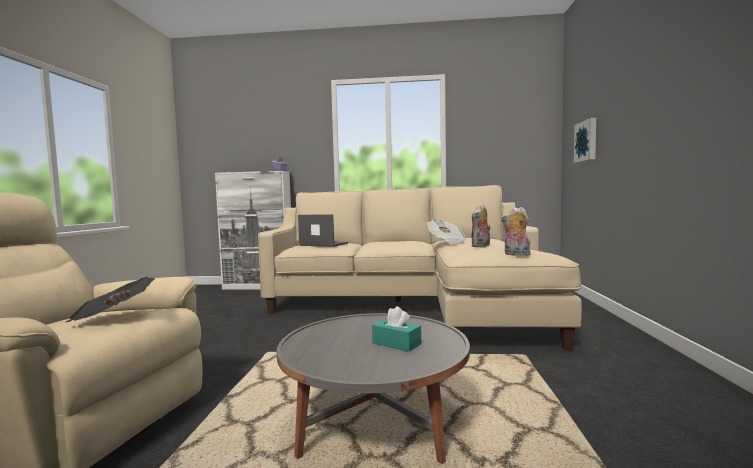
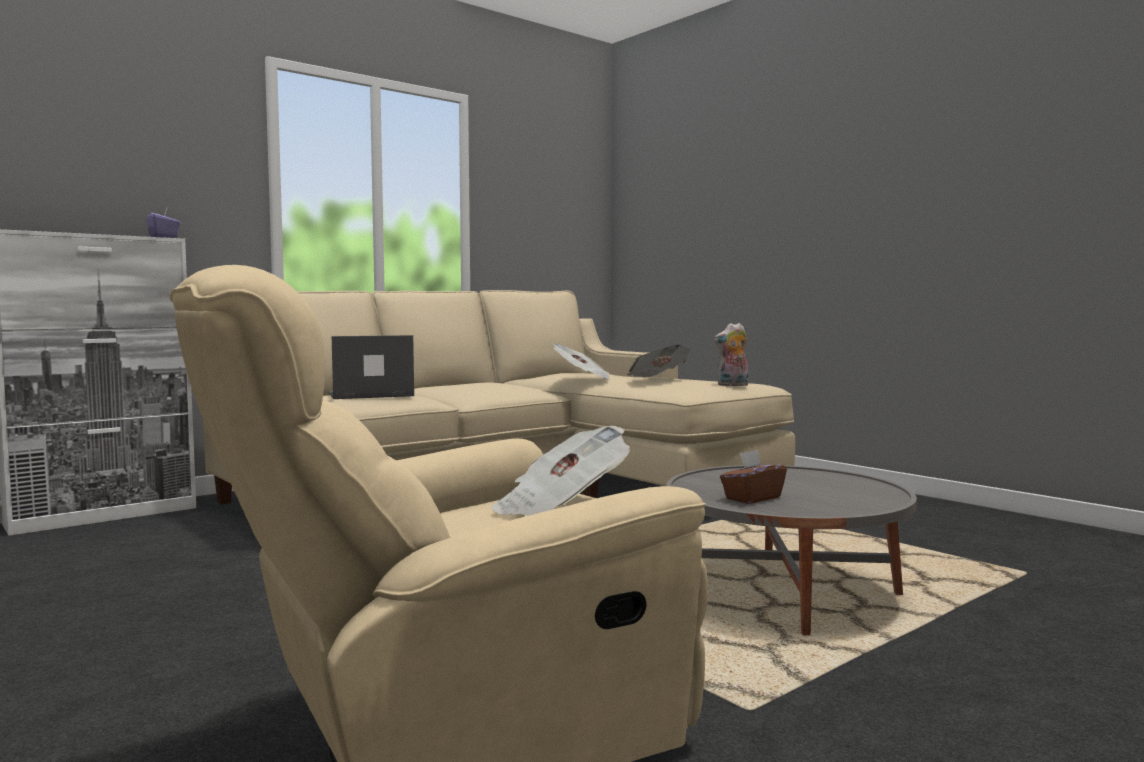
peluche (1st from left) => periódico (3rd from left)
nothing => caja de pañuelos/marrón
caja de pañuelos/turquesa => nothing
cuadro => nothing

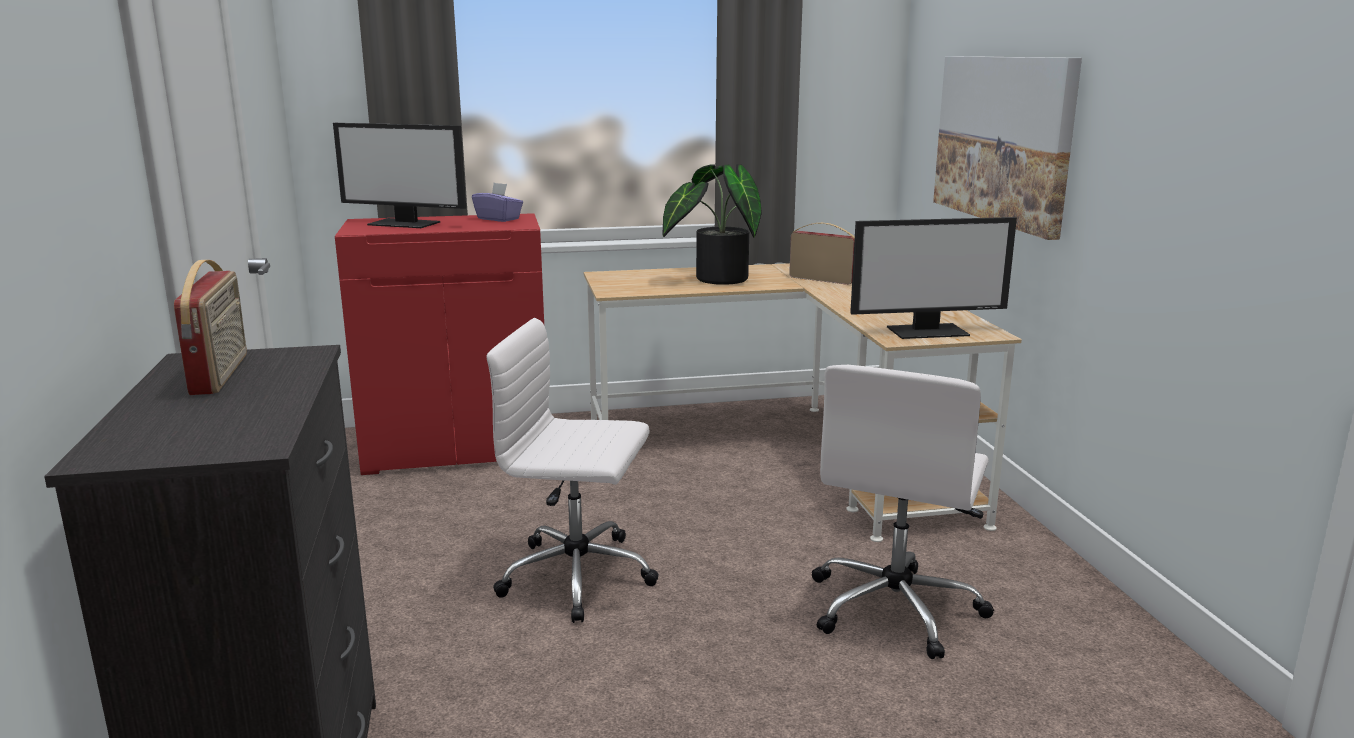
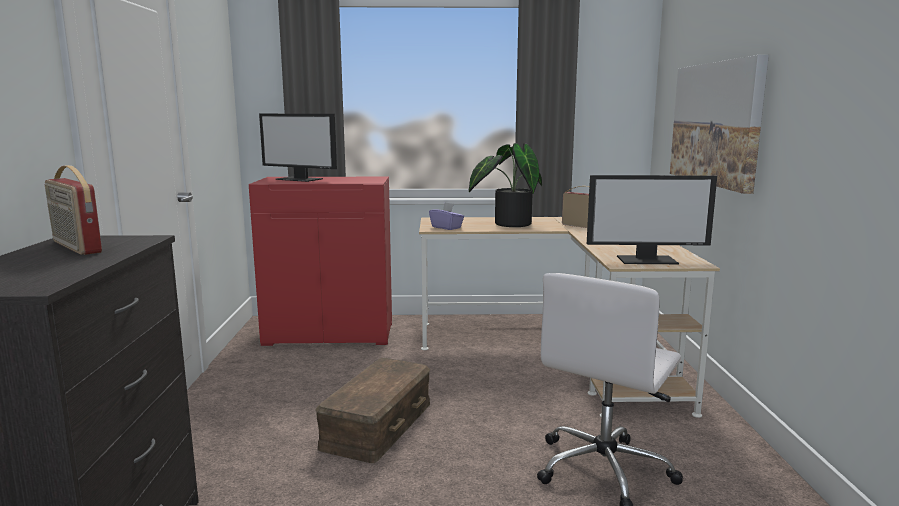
radio (1st from left), 135 degrees clockwise
silla de oficina/blanco (1st from left) => caja de almacenaje/marrón
caja de pañuelos/morado, moved

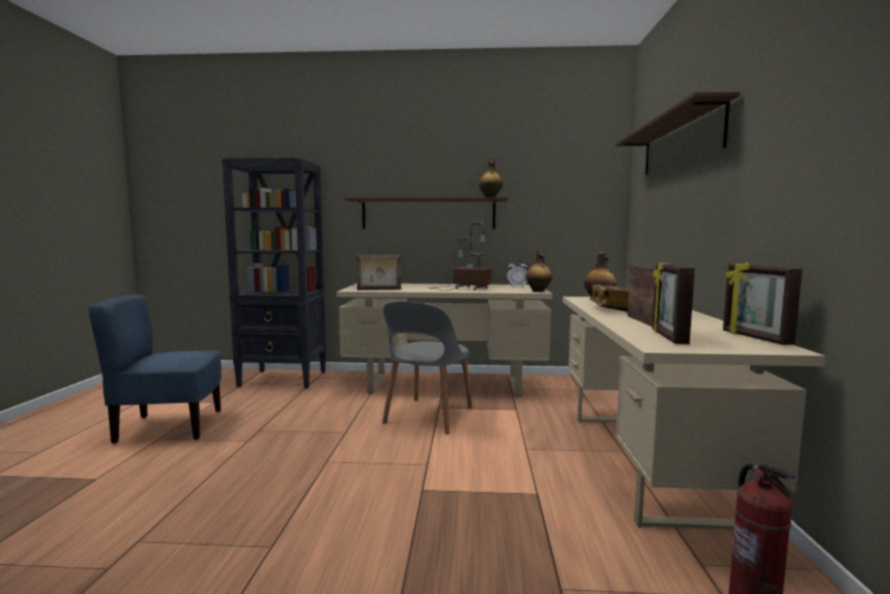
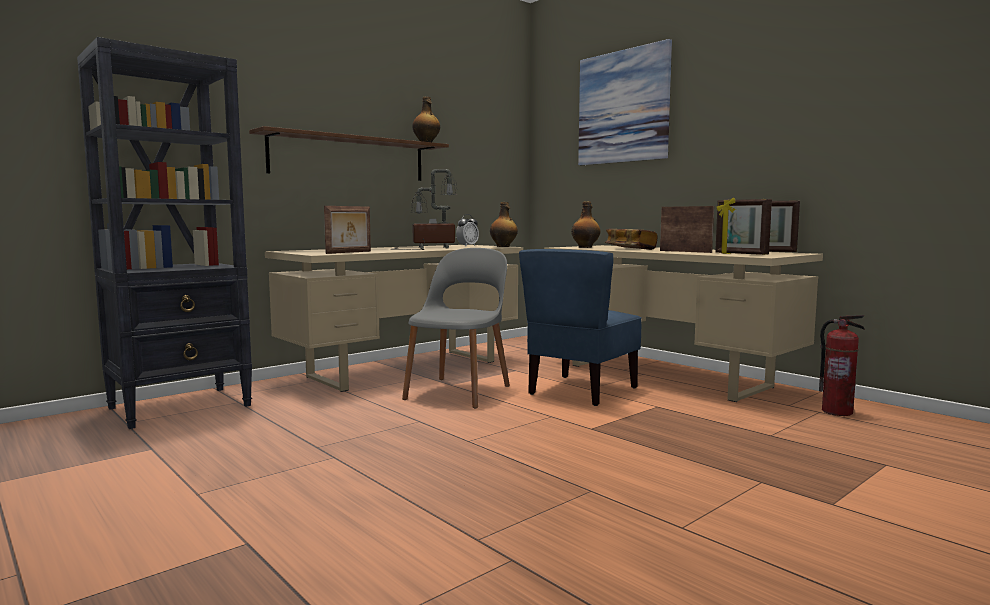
silla/gris, 135 degrees counterclockwise
silla/azul, moved
estante/marrón (2nd from left) => cuadro

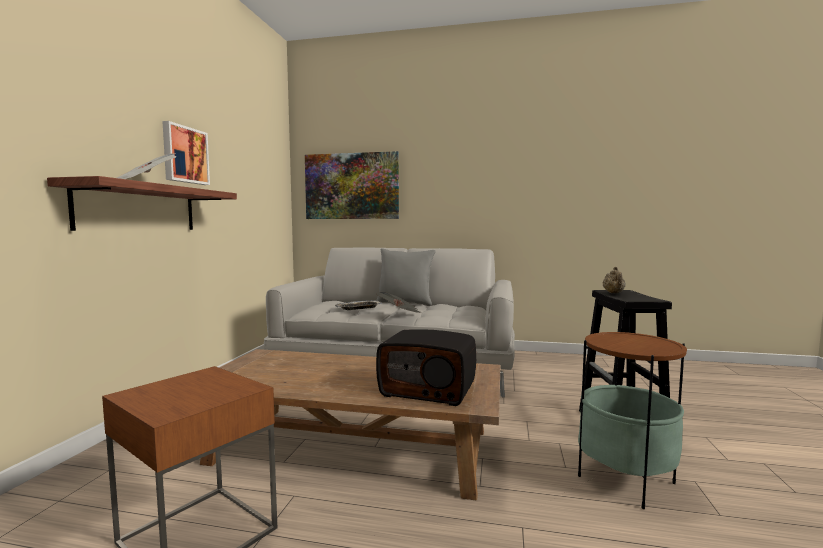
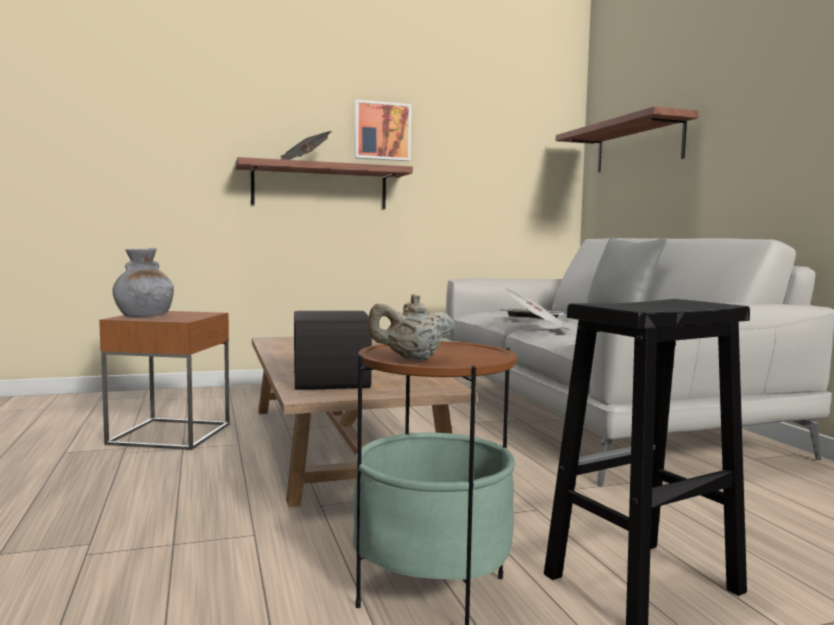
nothing => florero/gris
tetera/beis, moved
cuadro (2nd from left) => estante (2nd from left)

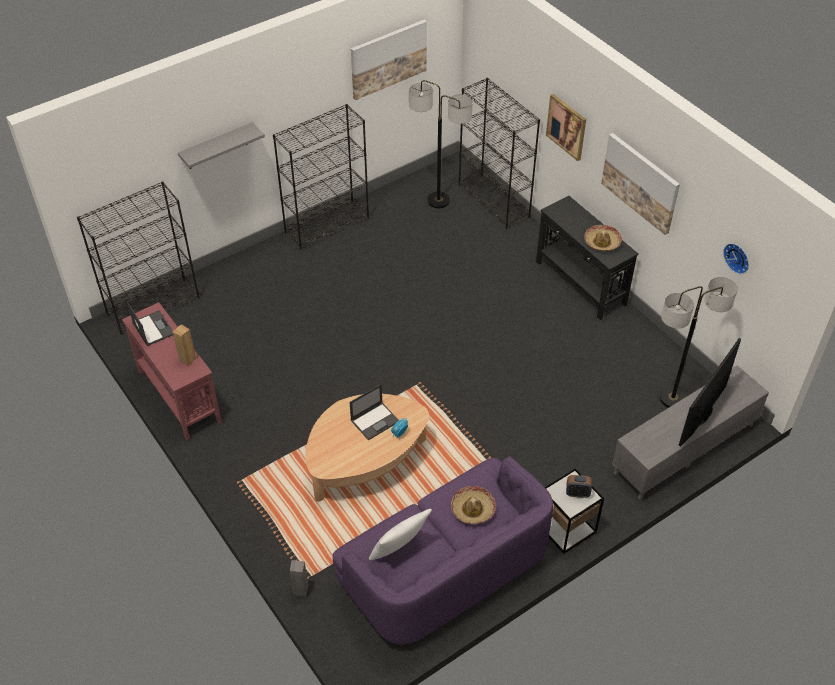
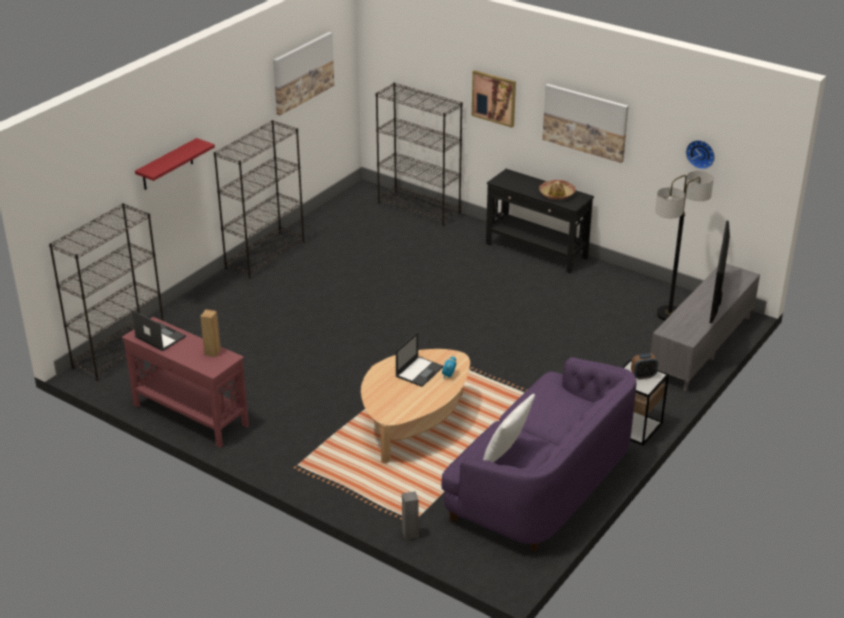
estante/gris => estante/rojo
lámpara de pie (1st from left) => nothing
sombrero (1st from left) => nothing

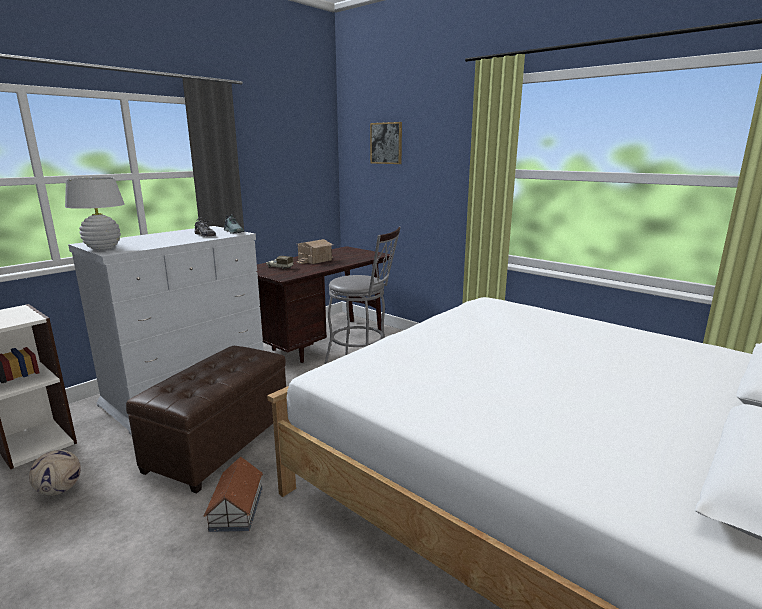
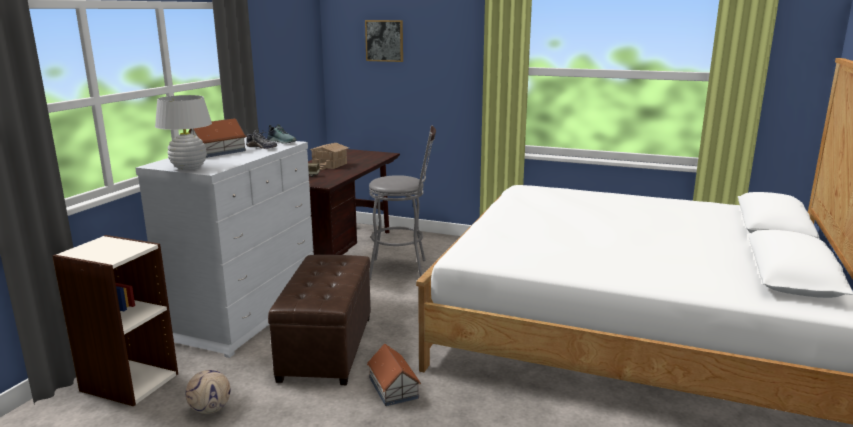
nothing => casita (1st from left)

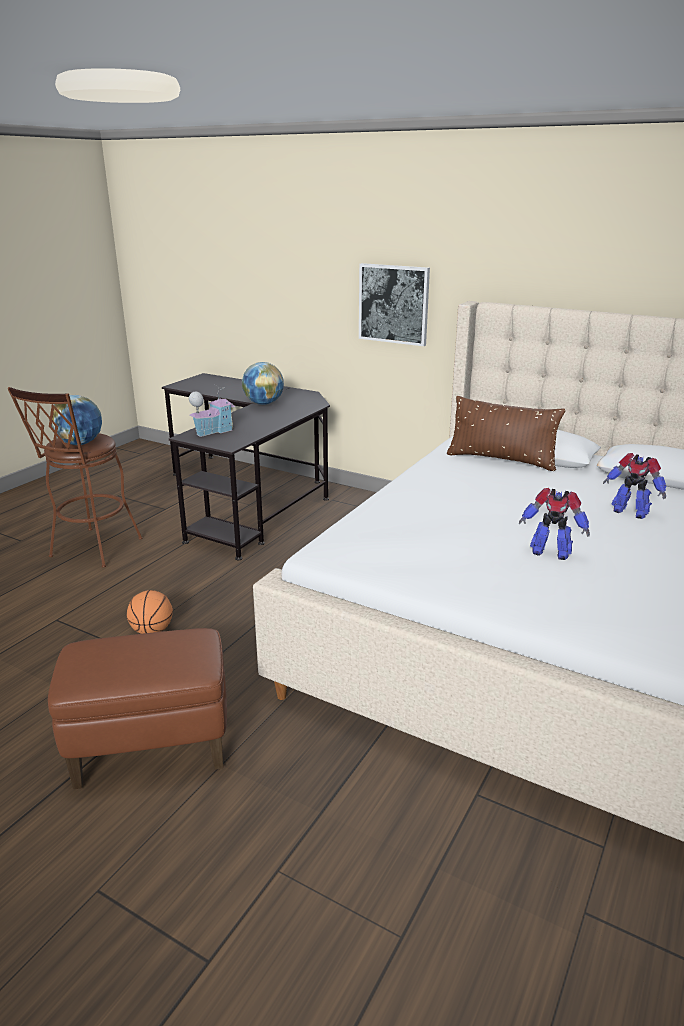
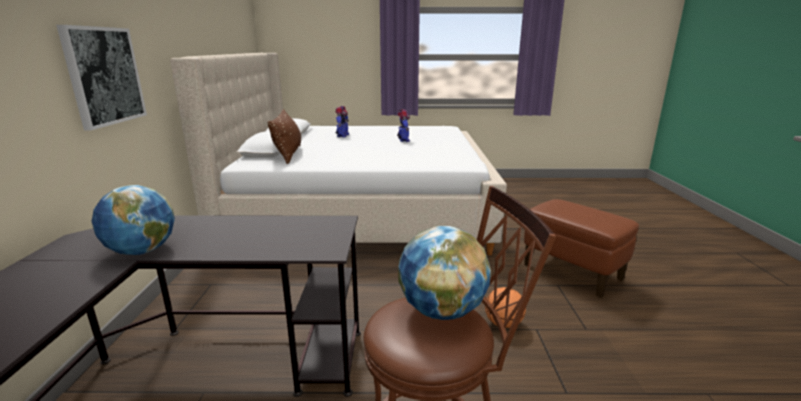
casita => nothing

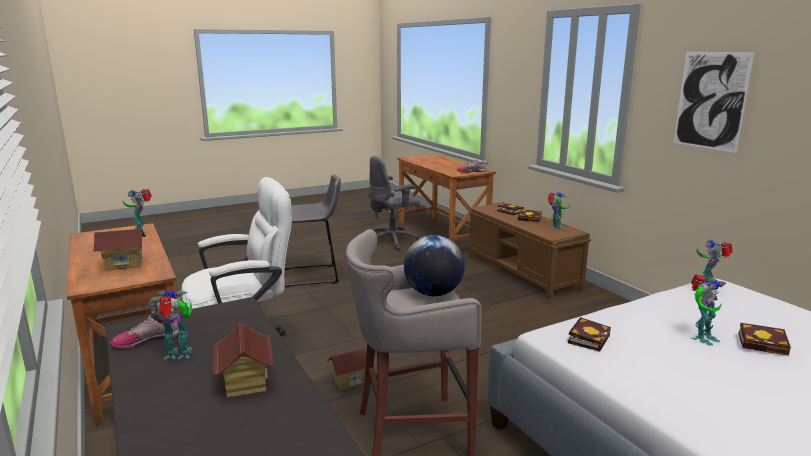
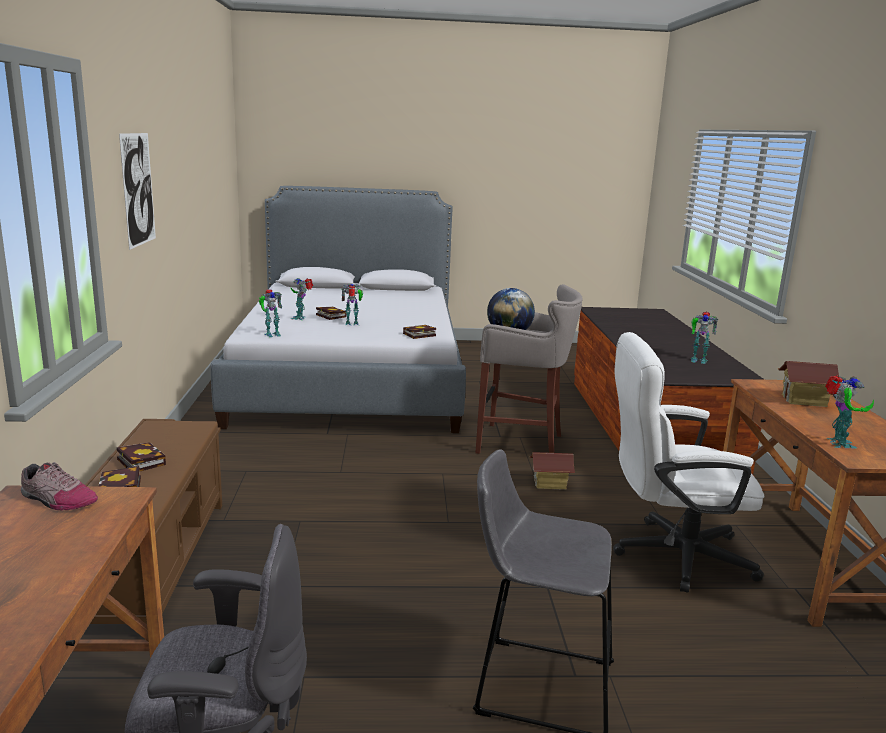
robot de juguete (3rd from left in the first image) => robot de juguete (2nd from left), moved
zapato (1st from left) => nothing
casita (2nd from left) => nothing

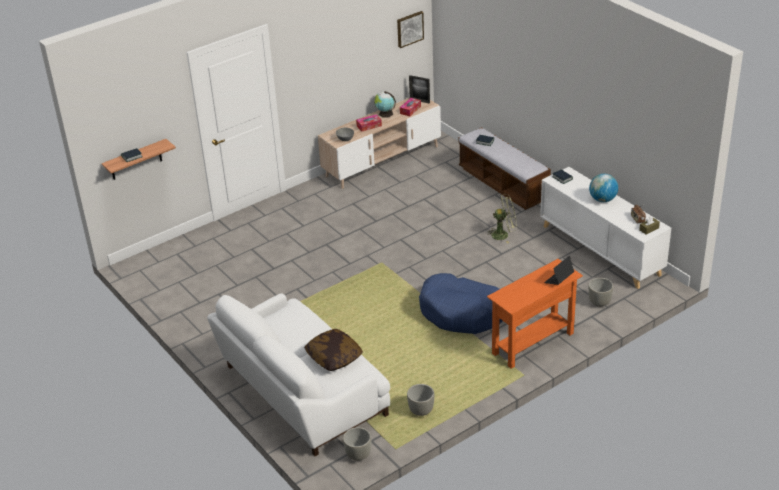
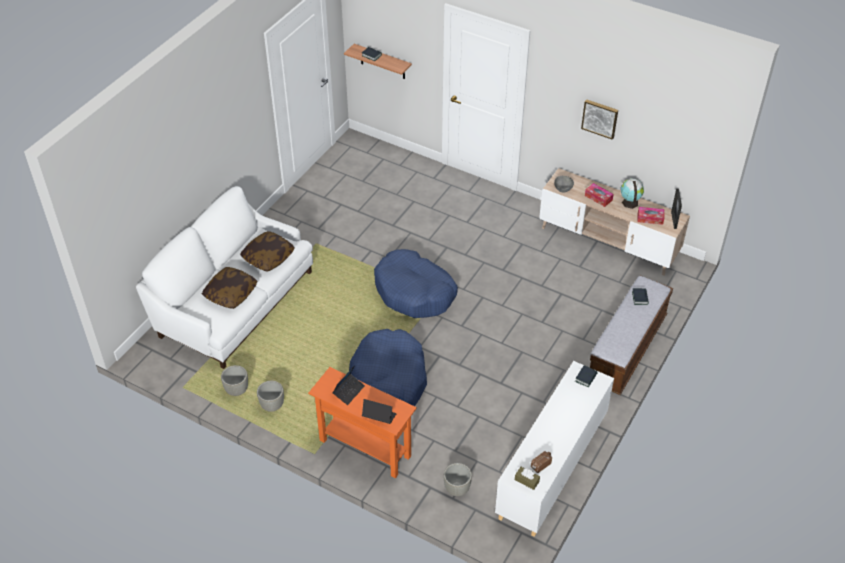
nothing => cojín (2nd from left)
maceta/gris (1st from left in the first image) => maceta/gris (2nd from left), moved
nothing => portátil (1st from left)
nothing => cama para perro/azul (2nd from left)
cuadro, moved
ventilador/verde => nothing
globo terráqueo (2nd from left) => nothing

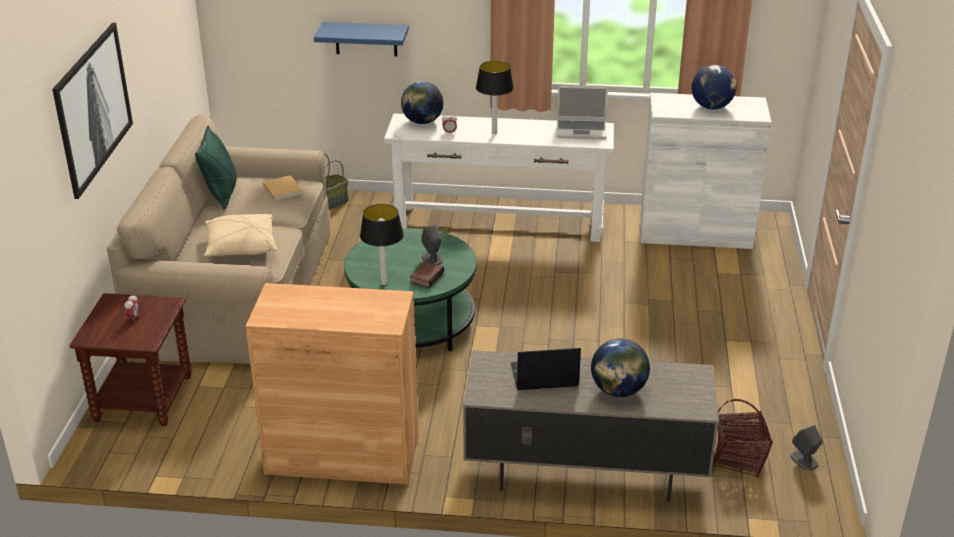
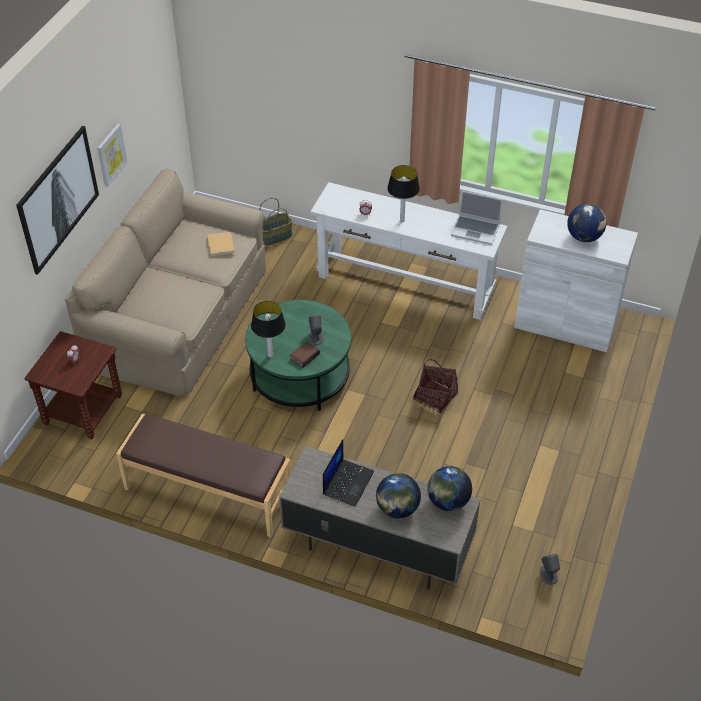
nothing => cuadro (2nd from left)
armario/marrón => banco/marrón
portátil (1st from left), 105 degrees clockwise
cesta (2nd from left), moved
globo terráqueo (1st from left in the first image) => globo terráqueo (2nd from left), moved
cojín/verde => nothing
cojín/beis => nothing
estante/azul => nothing

